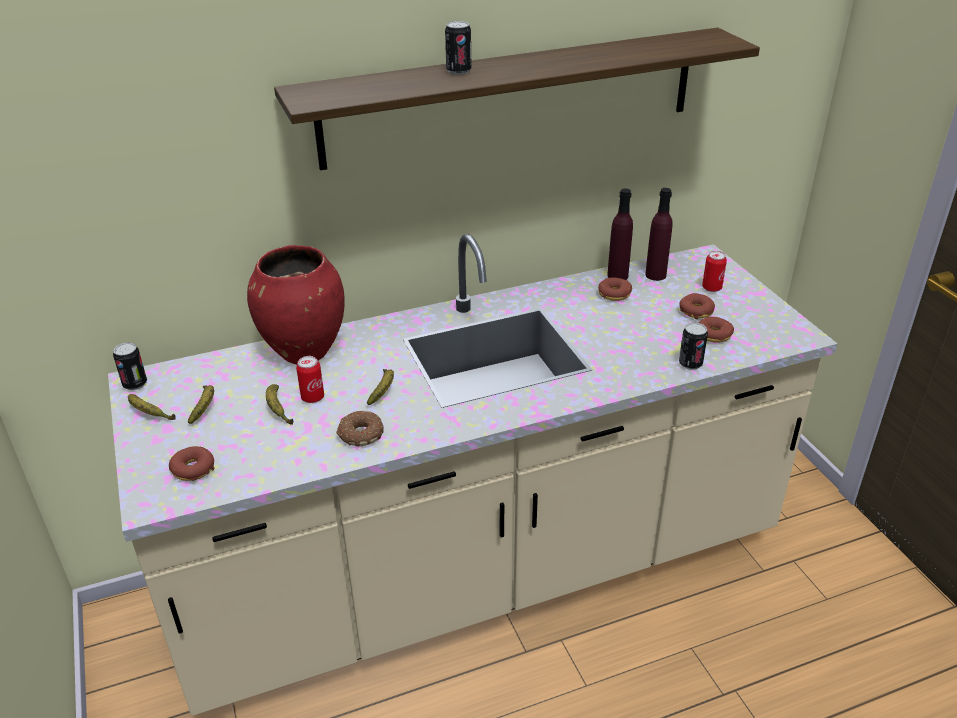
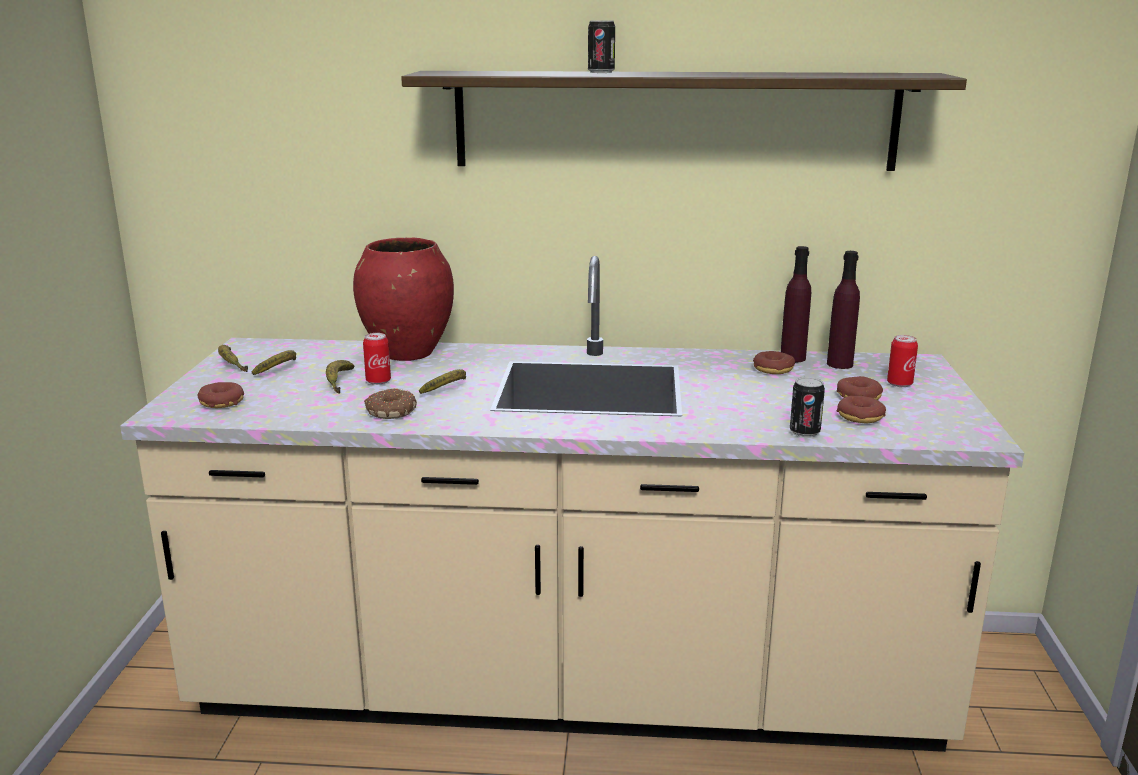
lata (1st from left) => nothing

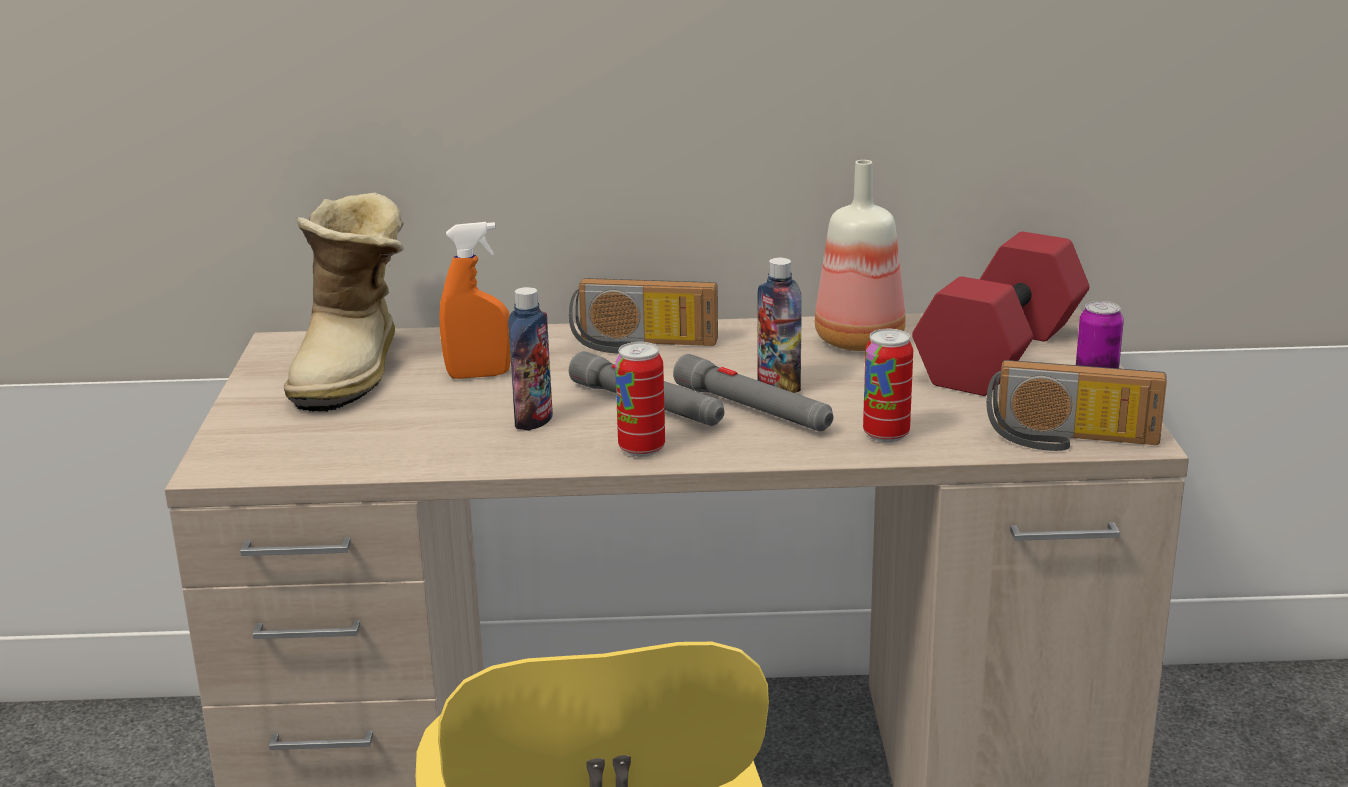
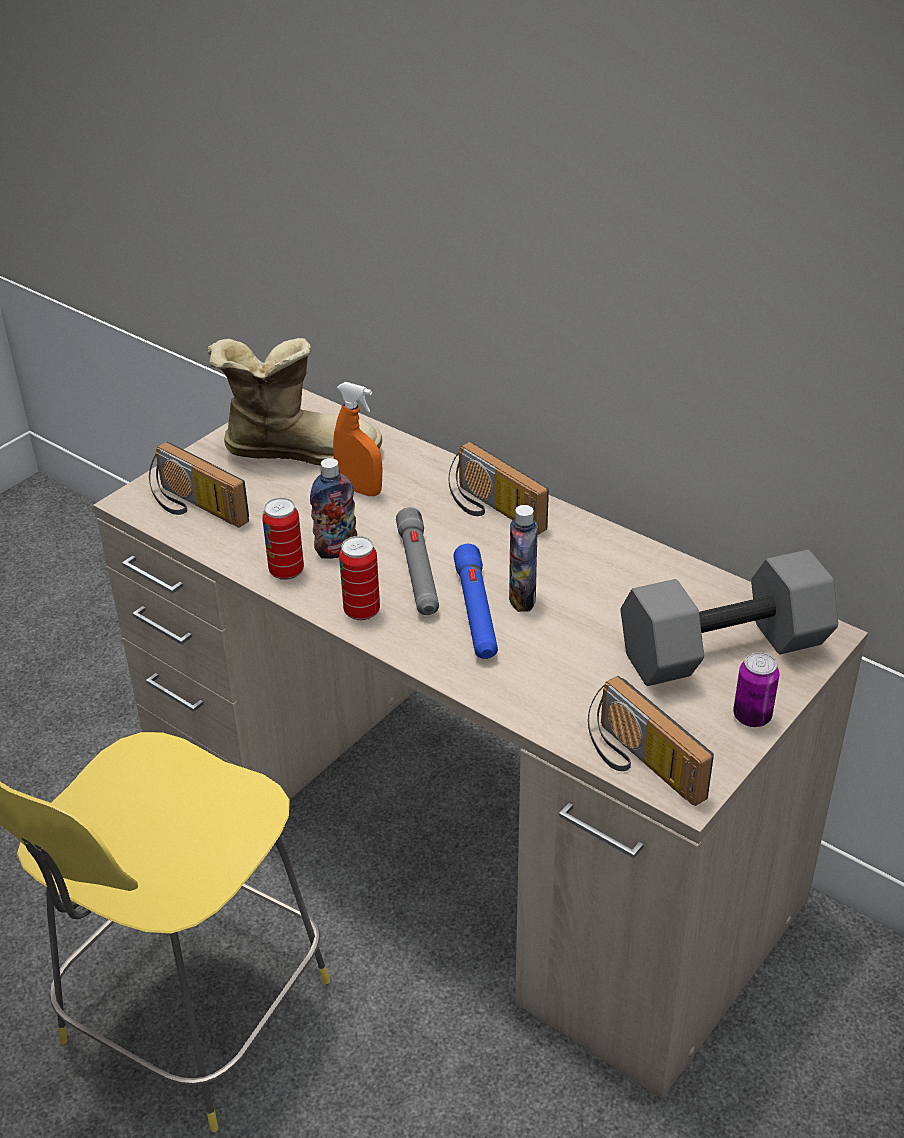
nothing => radio (1st from left)
bota, 135 degrees counterclockwise
lata (2nd from left in the first image) => lata (1st from left), moved
linterna/gris (2nd from left) => linterna/azul
mancuerna/rojo => mancuerna/gris
botella (3rd from left) => nothing

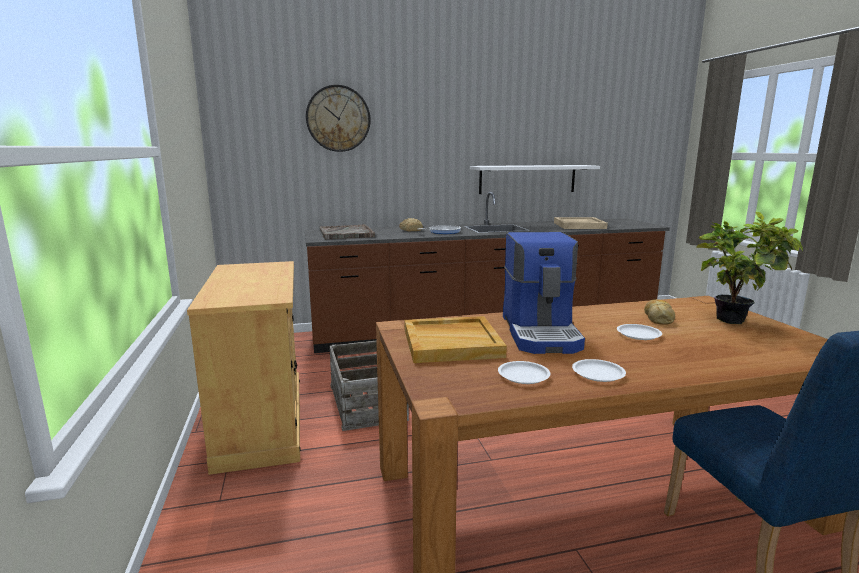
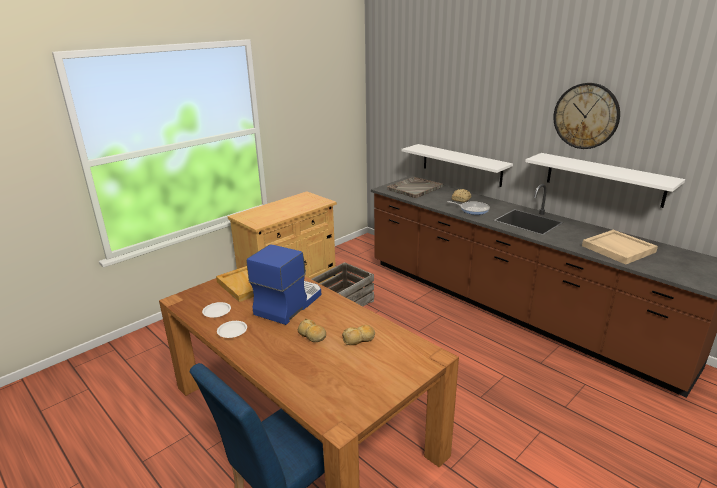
cafetera, 150 degrees clockwise
plato/blanco (3rd from left) => pan (1st from left)
nothing => estante/blanco (1st from left)
reloj de pared, moved
planta en maceta => nothing

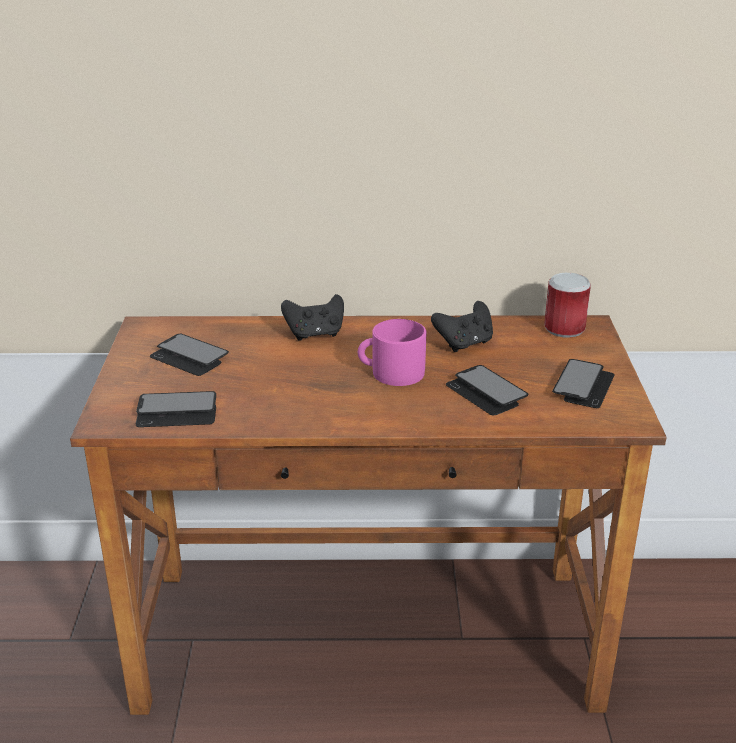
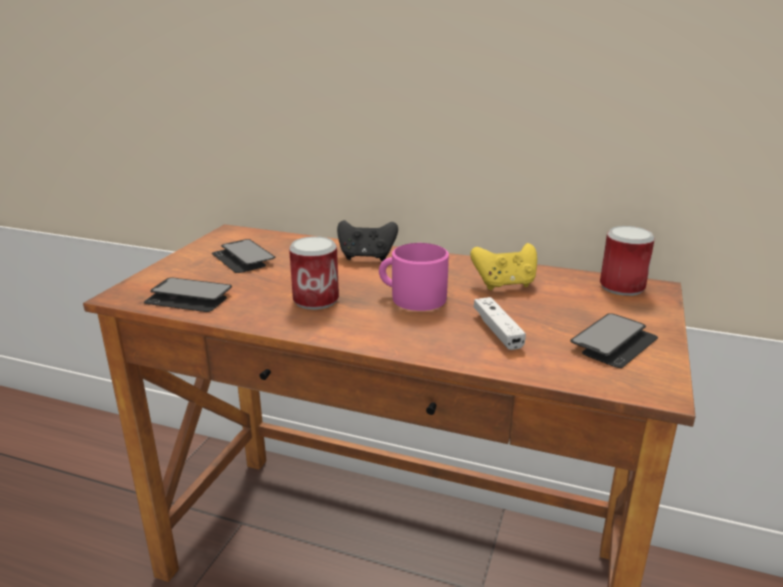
nothing => lata (1st from left)
mando de consola/negro (2nd from left) => mando de consola/amarillo
móvil (3rd from left) => mando de consola/blanco

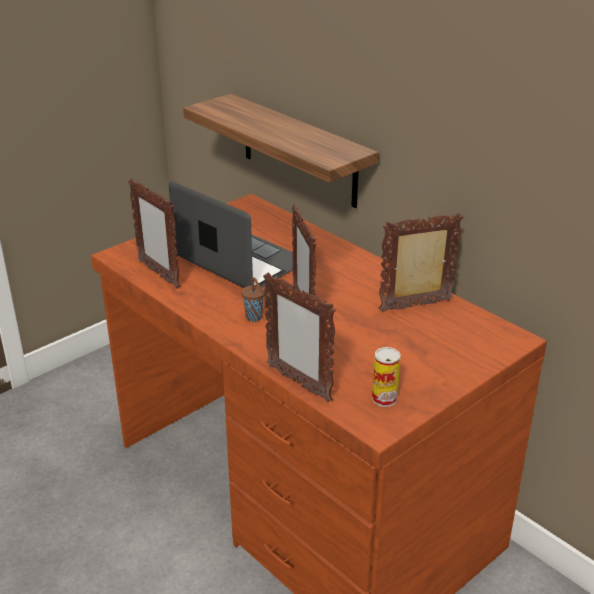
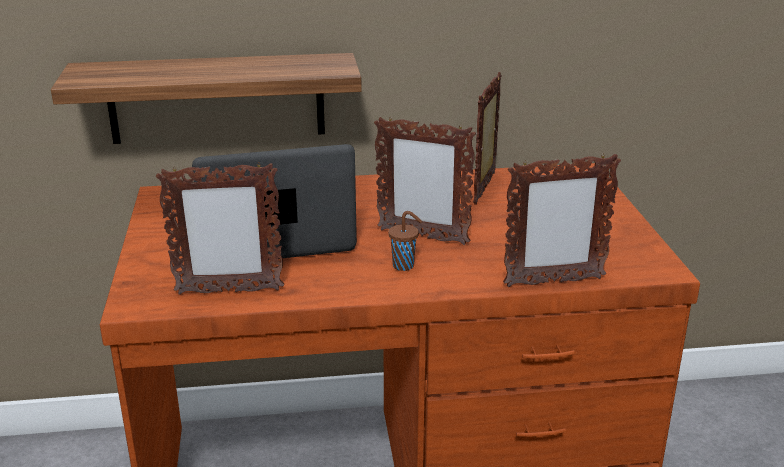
lata => nothing

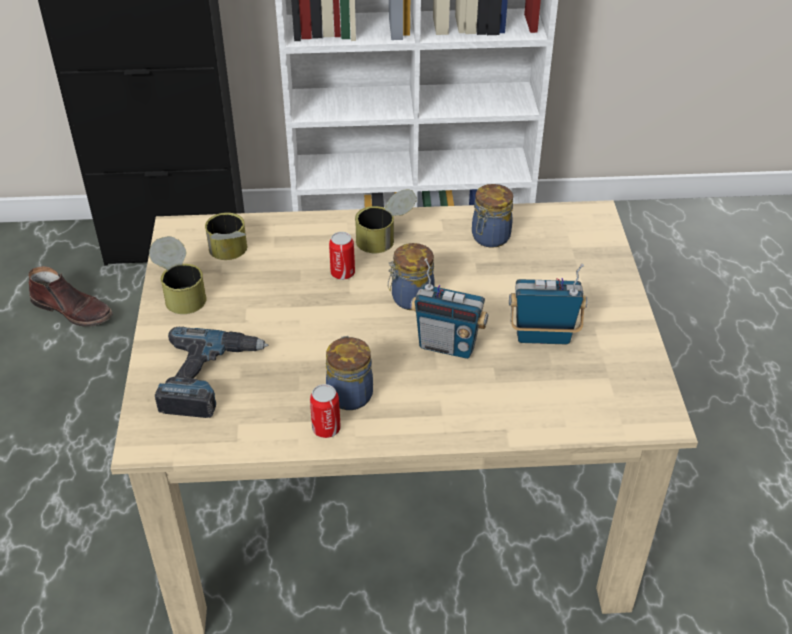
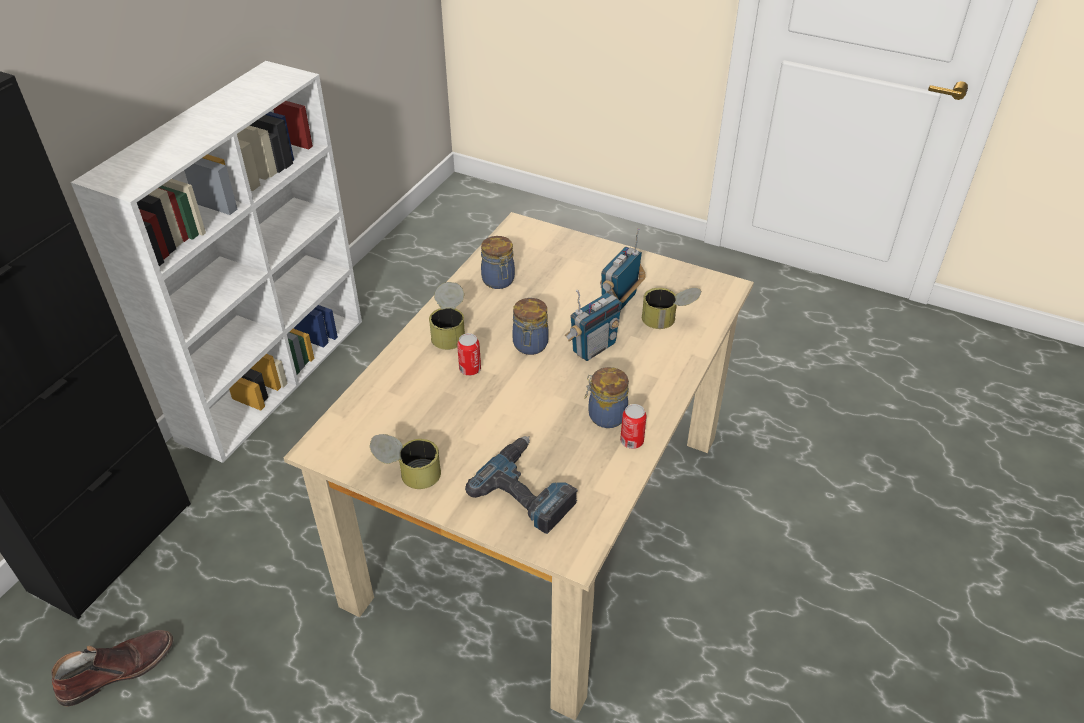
lata (2nd from left in the first image) => lata (5th from left), moved

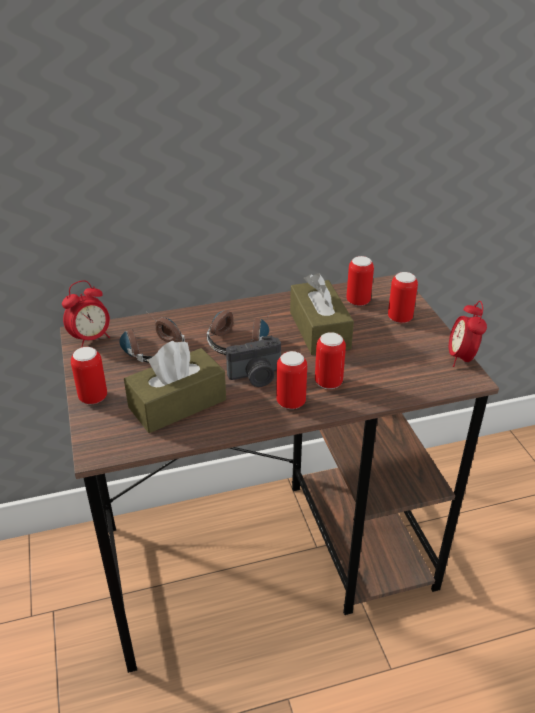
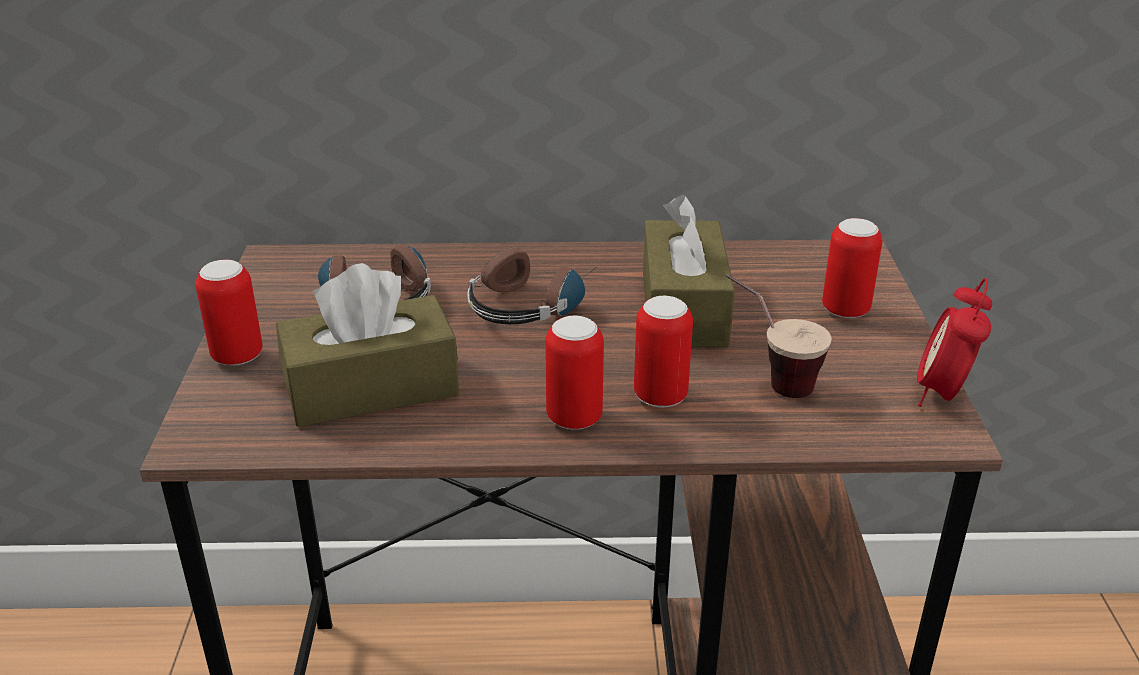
nothing => taza
despertador (1st from left) => nothing
cámara => nothing
lata (4th from left) => nothing

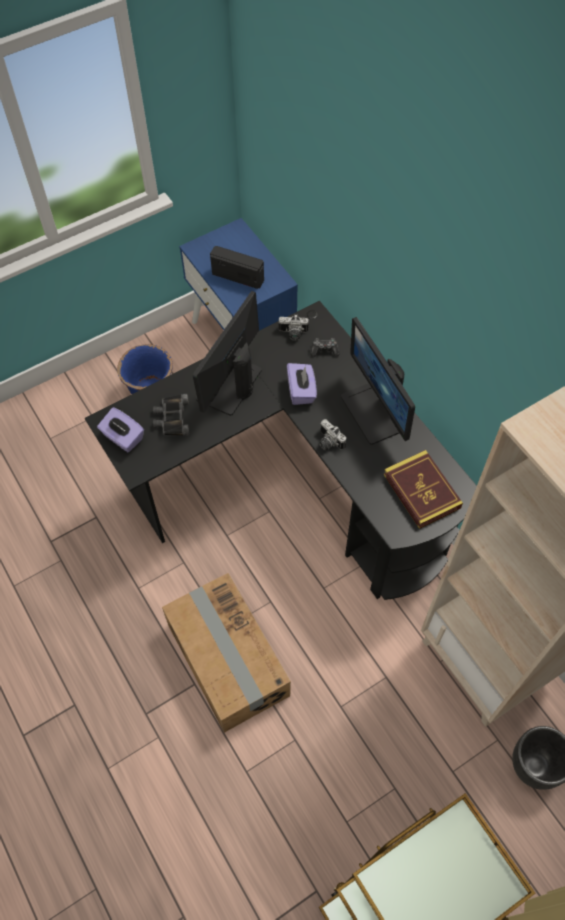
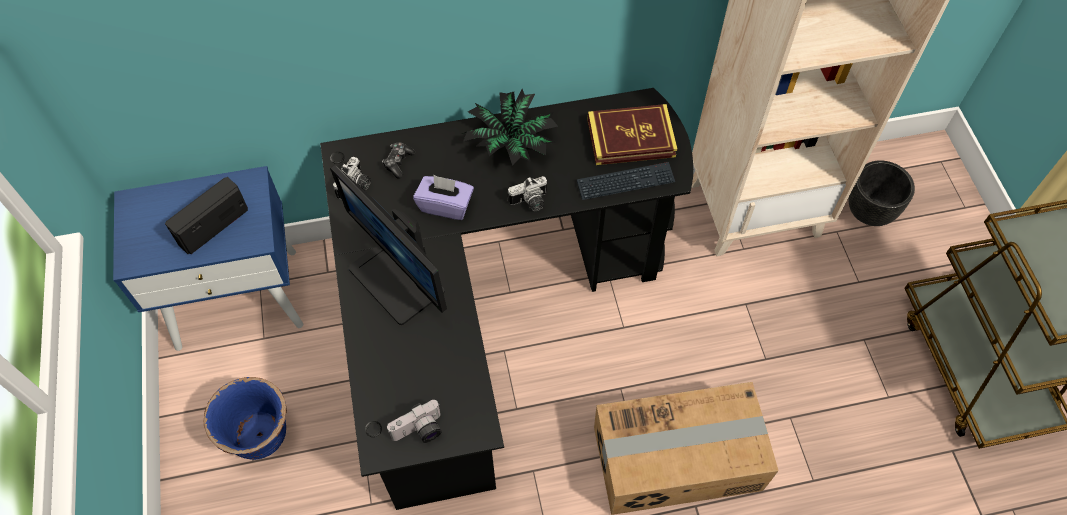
caja de pañuelos/morado (1st from left) => cámara (2nd from left)
monitor (2nd from left) => planta en maceta
nothing => teclado
prismáticos/negro => nothing

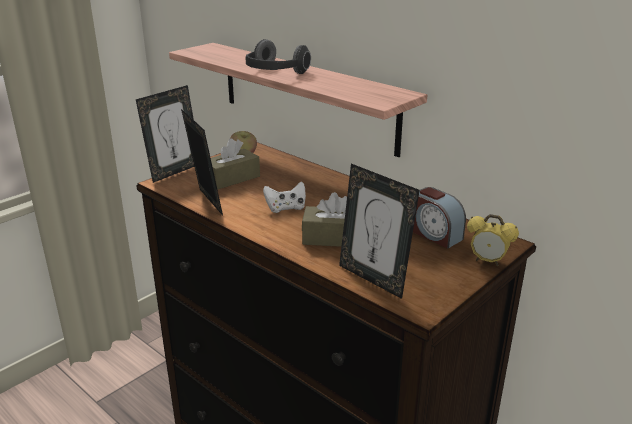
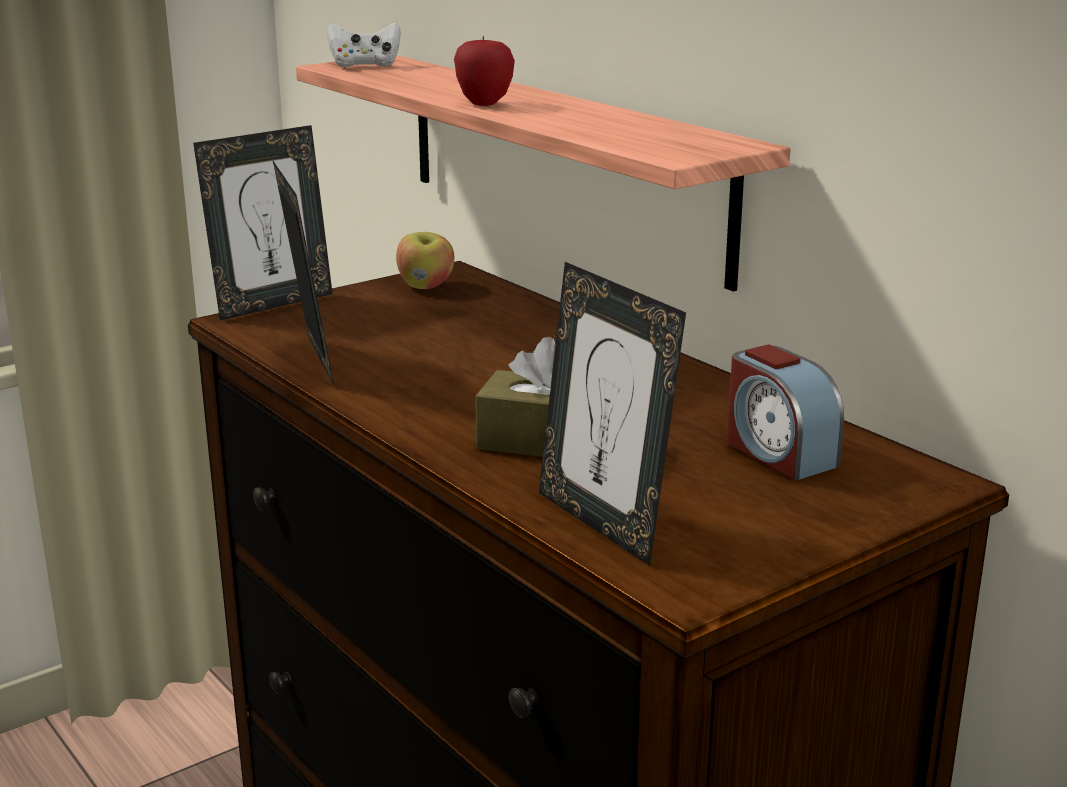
mando de consola/blanco, moved
auriculares => manzana (2nd from left)
caja de pañuelos/marrón (1st from left) => nothing
despertador (2nd from left) => nothing

